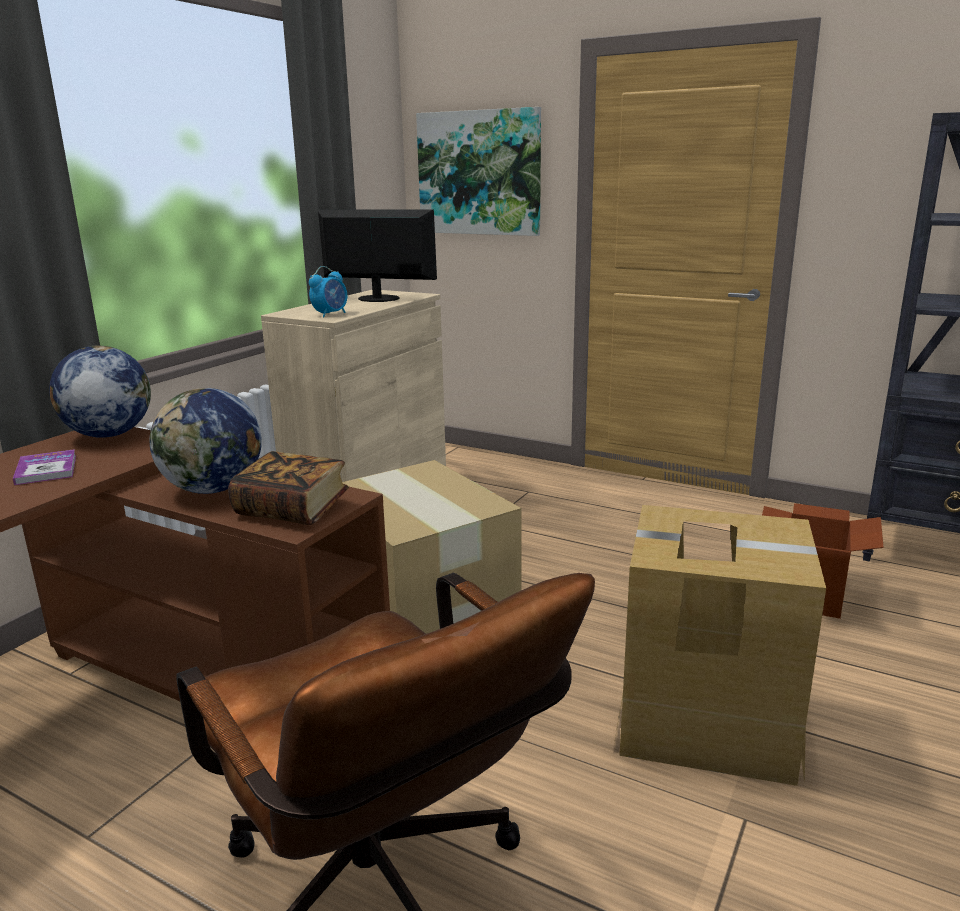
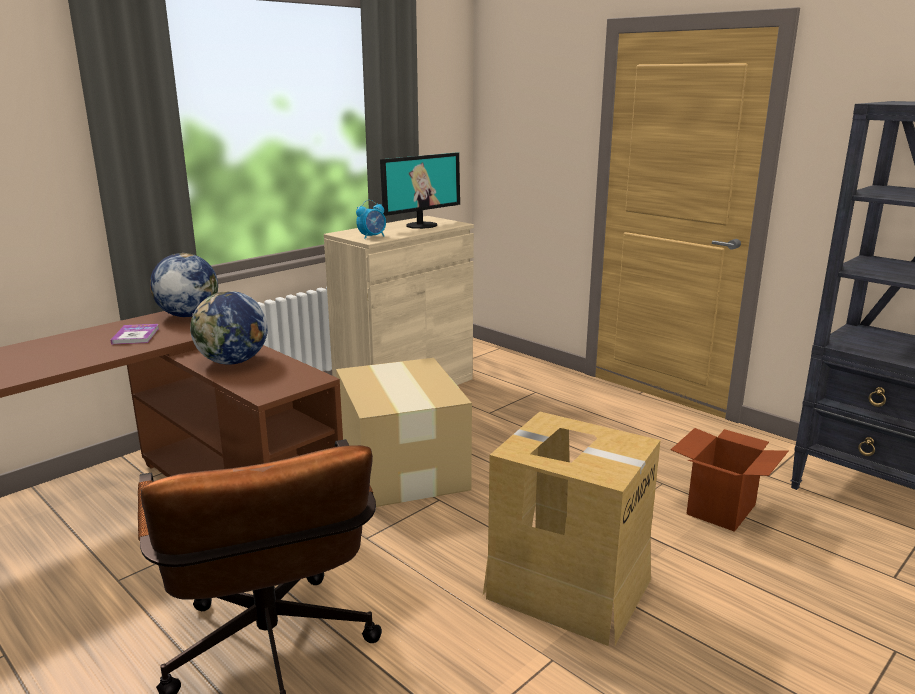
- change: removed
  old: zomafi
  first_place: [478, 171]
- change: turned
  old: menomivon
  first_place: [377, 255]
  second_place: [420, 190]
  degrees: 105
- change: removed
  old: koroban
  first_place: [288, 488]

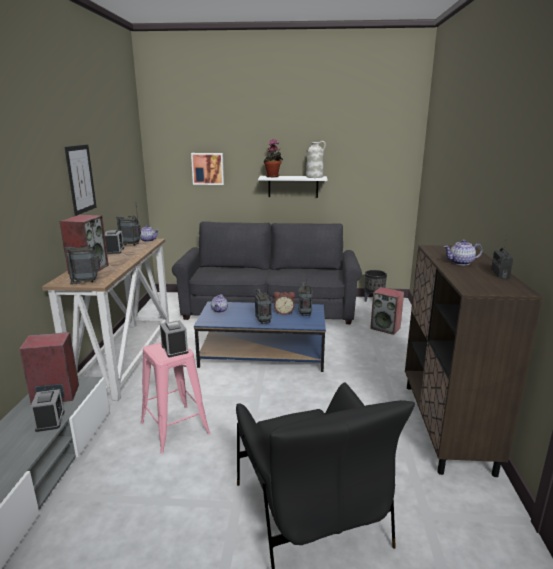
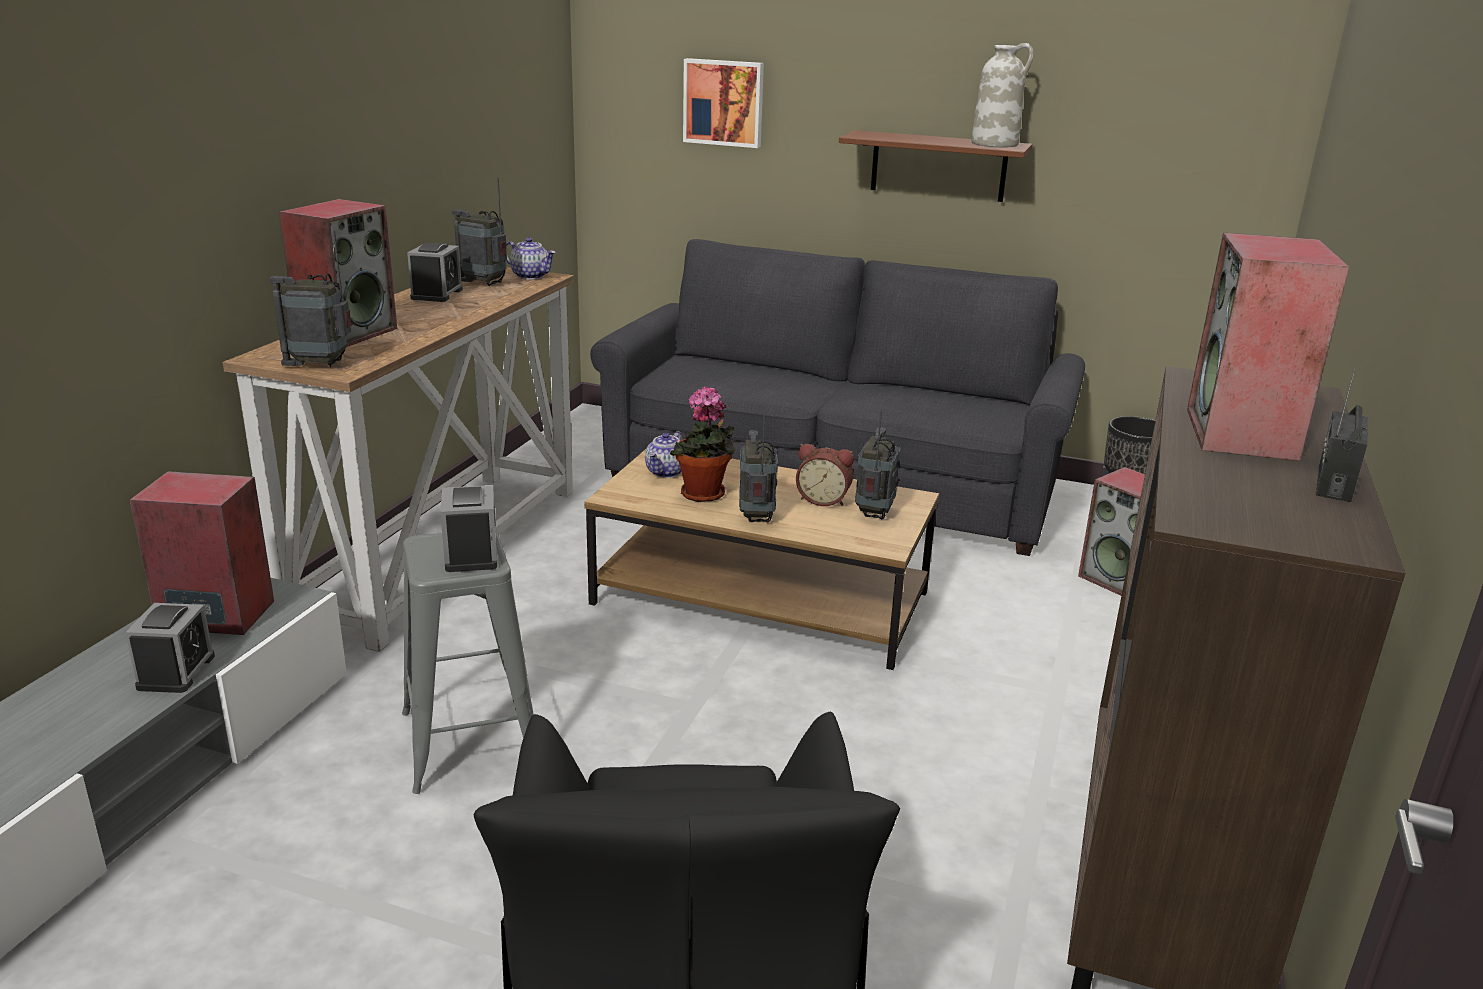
- change: moved
  old: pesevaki
  first_place: [273, 158]
  second_place: [702, 444]
- change: removed
  old: zomafi
  first_place: [81, 180]
- change: recoloured
  old: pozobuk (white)
  new: pozobuk (brown)
  first_place: [292, 187]
  second_place: [935, 166]
- change: replaced
  old: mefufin
  new: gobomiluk
  first_place: [463, 252]
  second_place: [1268, 347]
- change: recoloured
  old: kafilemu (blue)
  new: kafilemu (brown)
  first_place: [260, 337]
  second_place: [761, 559]
- change: recoloured
  old: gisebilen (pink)
  new: gisebilen (grey)
  first_place: [175, 397]
  second_place: [468, 662]

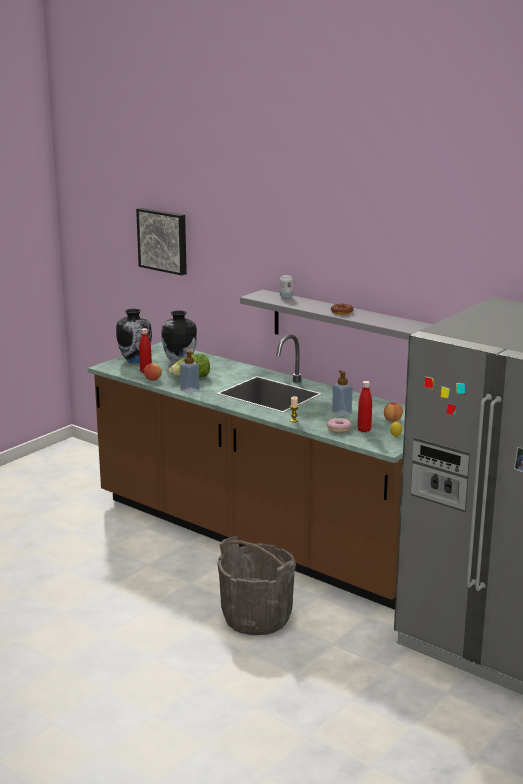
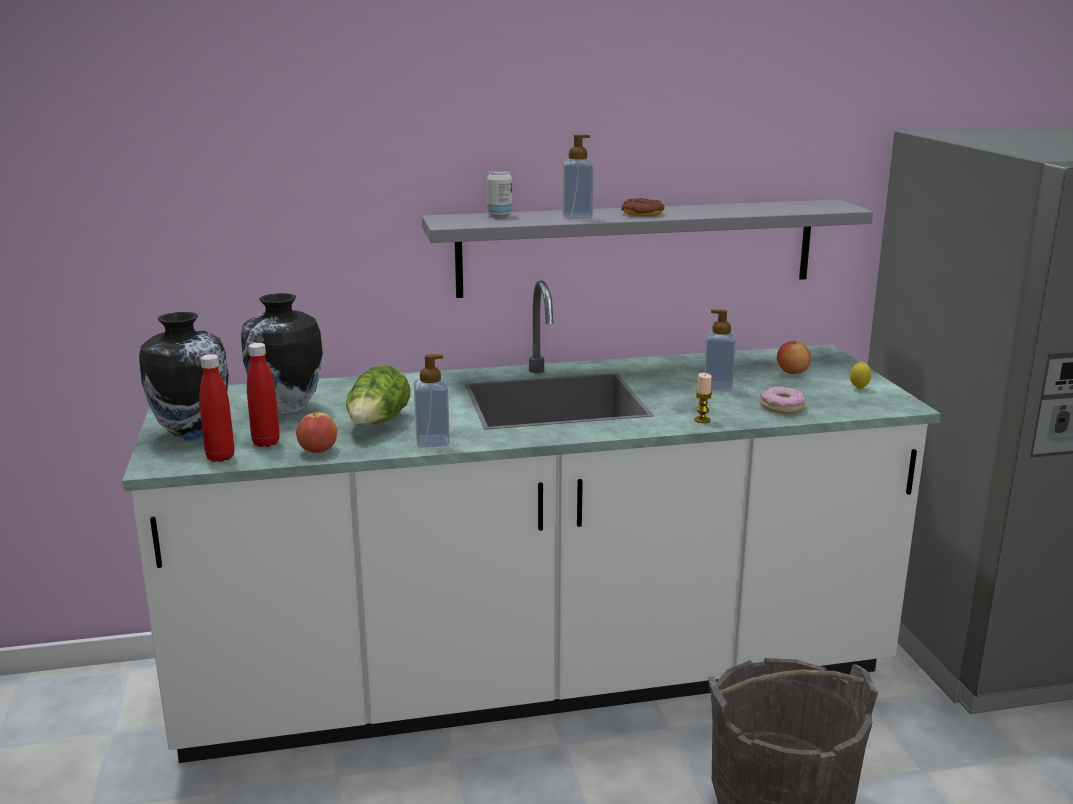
- change: removed
  old: zomafi
  first_place: [161, 241]
- change: recoloured
  old: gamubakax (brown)
  new: gamubakax (white)
  first_place: [246, 472]
  second_place: [531, 522]
- change: moved
  old: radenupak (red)
  first_place: [365, 406]
  second_place: [216, 408]
- change: added
  new: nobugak
  second_place: [578, 177]

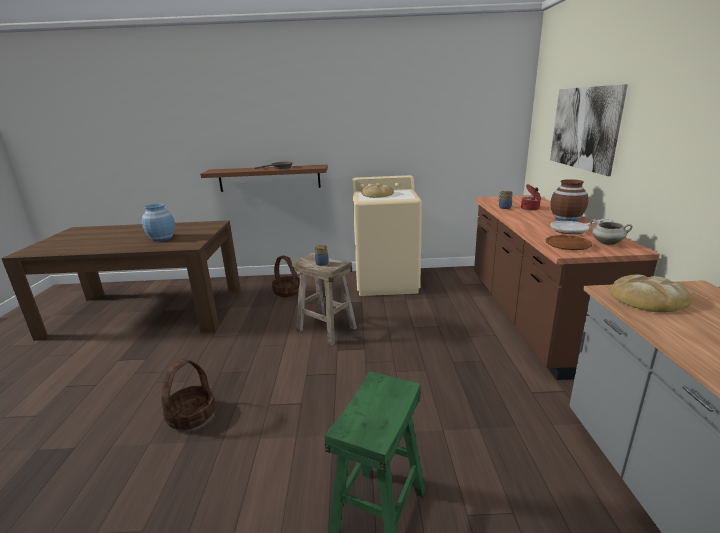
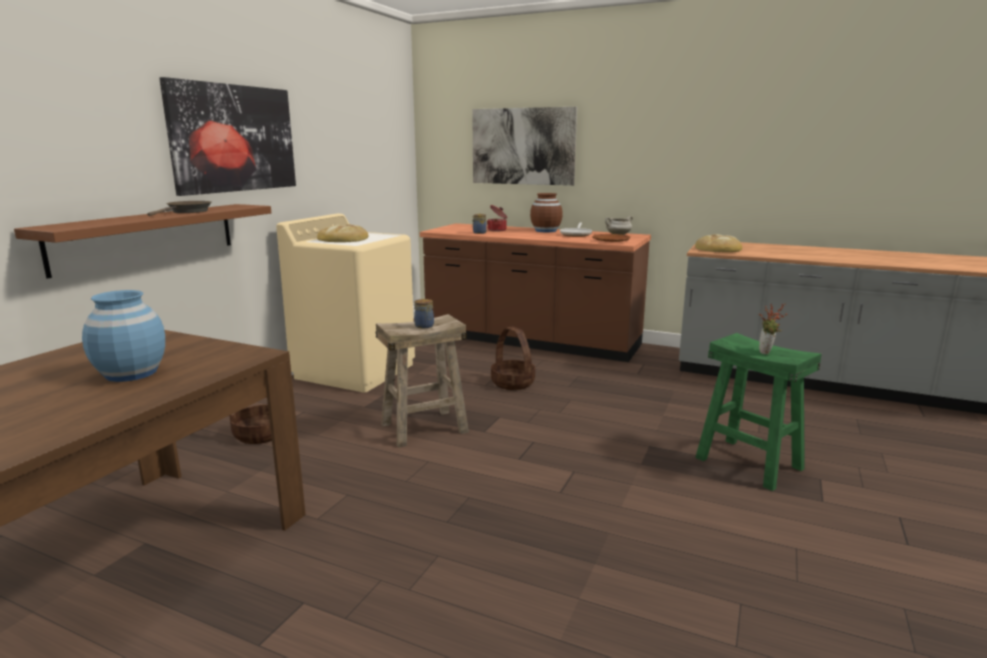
- change: moved
  old: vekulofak
  first_place: [188, 394]
  second_place: [513, 358]
- change: added
  new: zomafi
  second_place: [227, 136]
- change: added
  new: pesevaki
  second_place: [773, 329]

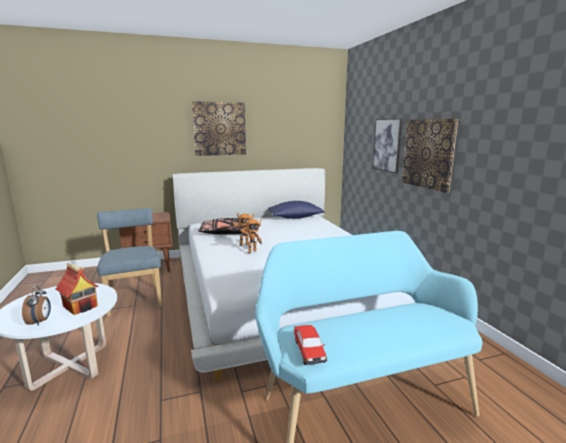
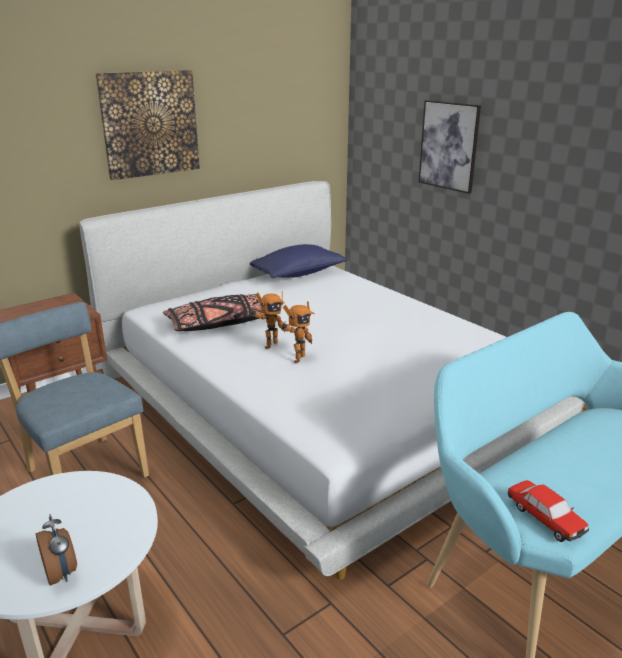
- change: removed
  old: zomafi
  first_place: [430, 156]
- change: removed
  old: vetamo
  first_place: [77, 289]

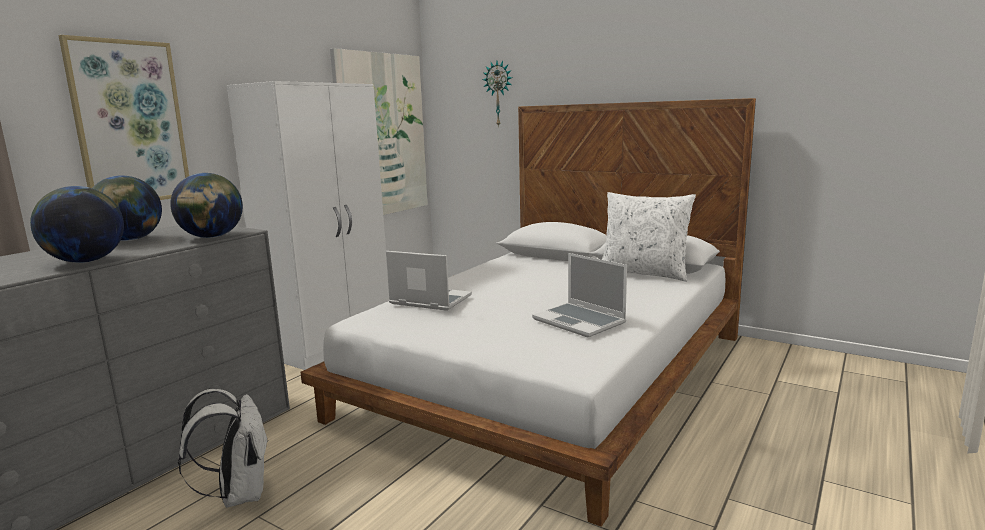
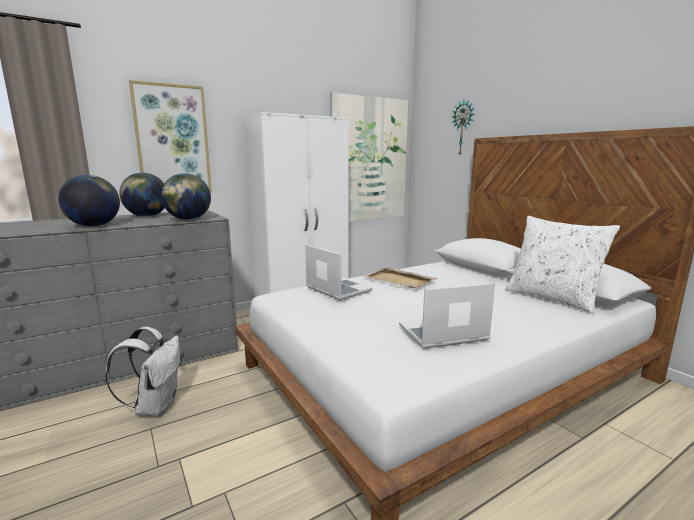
- change: turned
  old: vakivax
  first_place: [579, 295]
  second_place: [447, 315]
  degrees: 90
- change: added
  new: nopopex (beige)
  second_place: [400, 277]

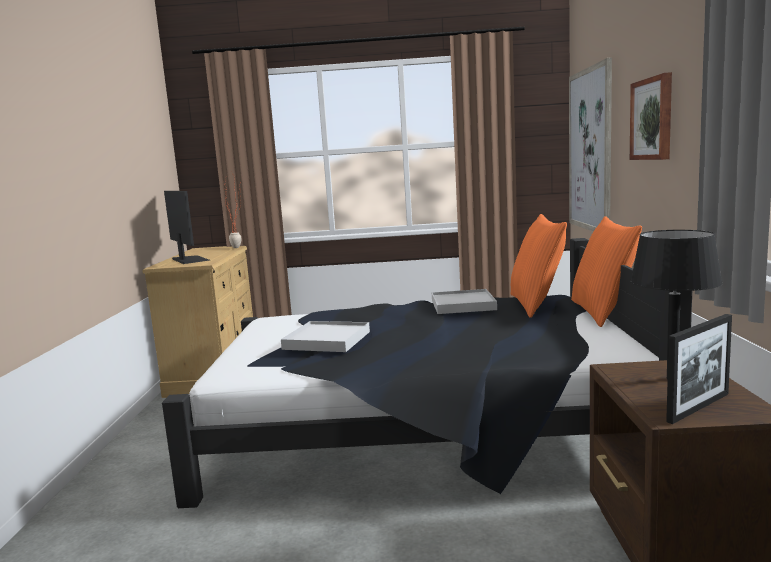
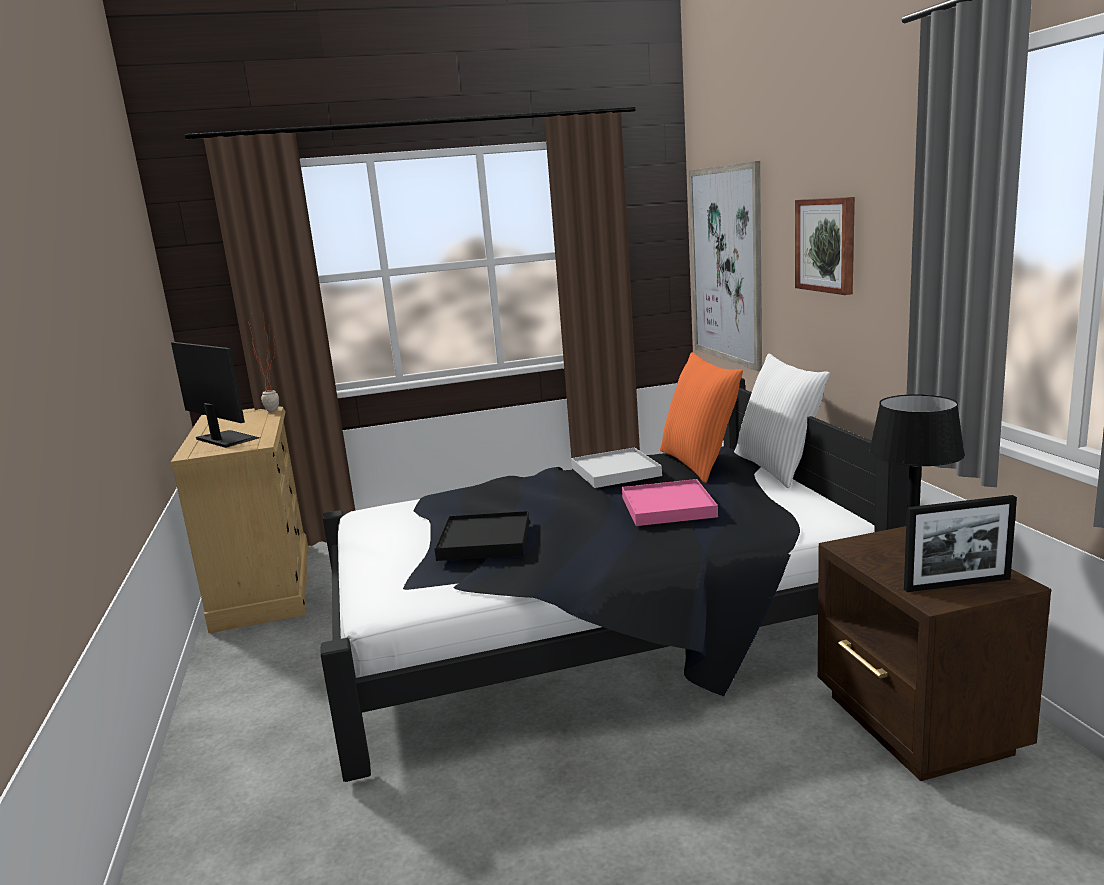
- change: recoloured
  old: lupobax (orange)
  new: lupobax (white)
  first_place: [606, 271]
  second_place: [782, 421]
- change: turned
  old: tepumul
  first_place: [699, 369]
  second_place: [960, 543]
  degrees: 45
- change: recoloured
  old: nopopex (white)
  new: nopopex (black)
  first_place: [325, 336]
  second_place: [481, 536]
- change: added
  new: nopopex (pink)
  second_place: [670, 502]

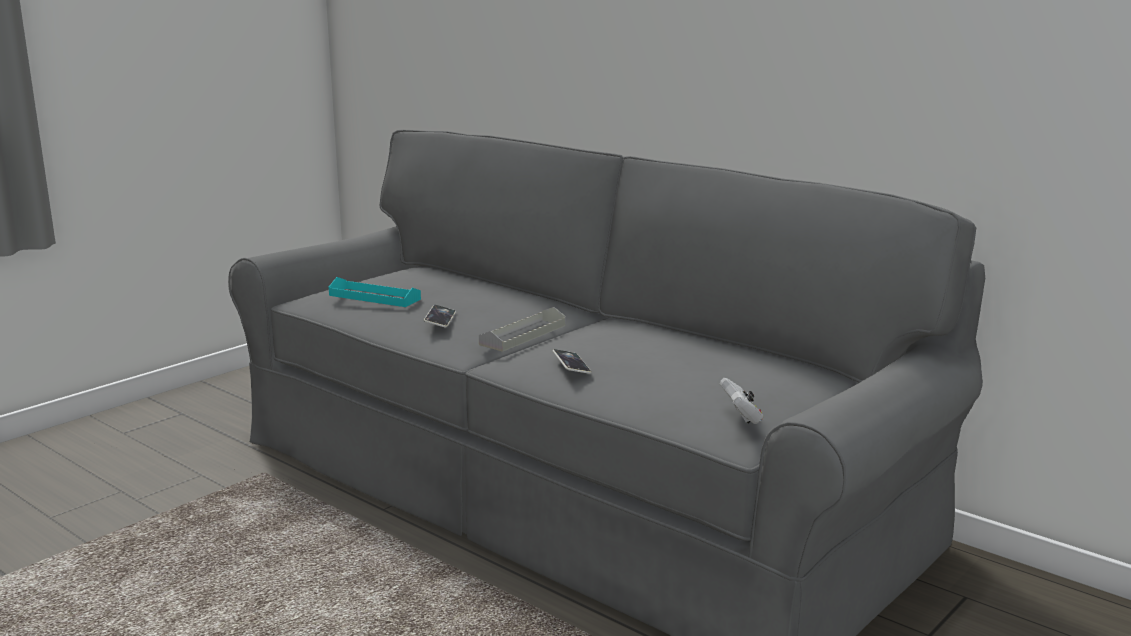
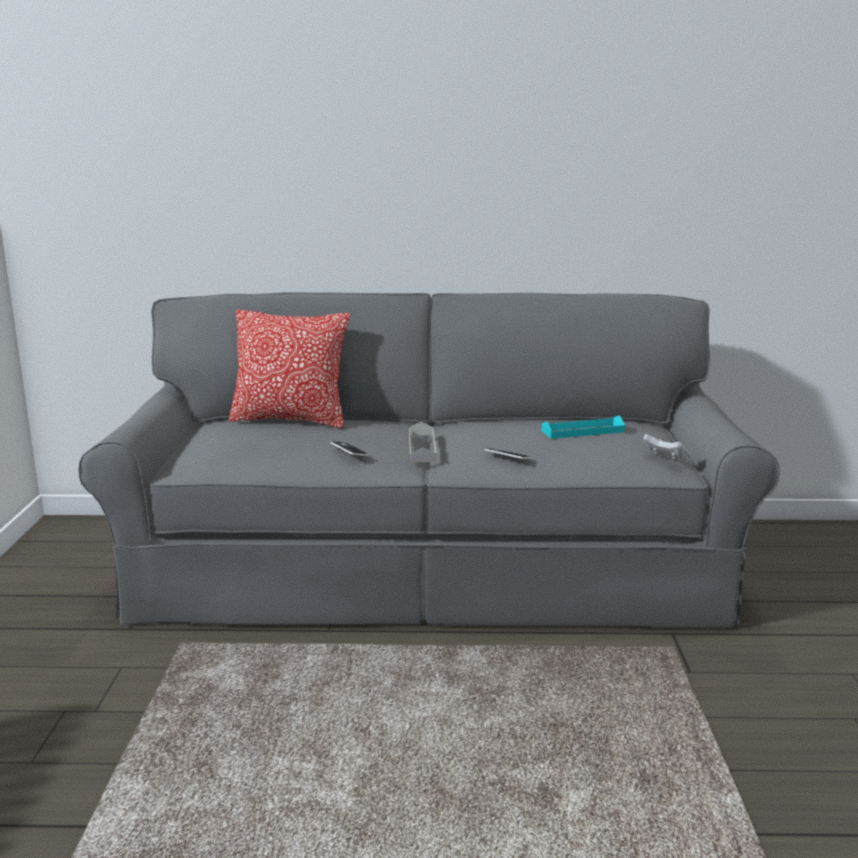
- change: moved
  old: nopopex (turquoise)
  first_place: [375, 292]
  second_place: [583, 427]
- change: added
  new: lupobax
  second_place: [289, 369]

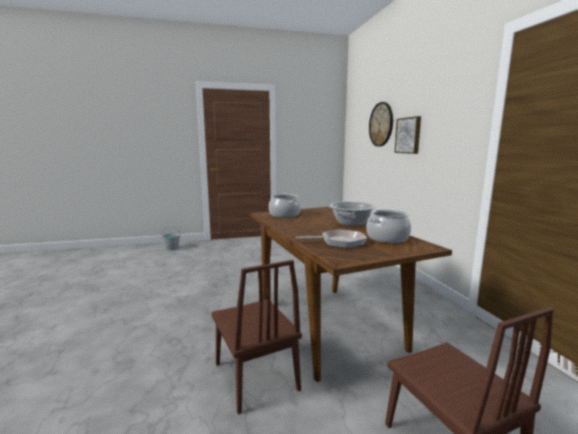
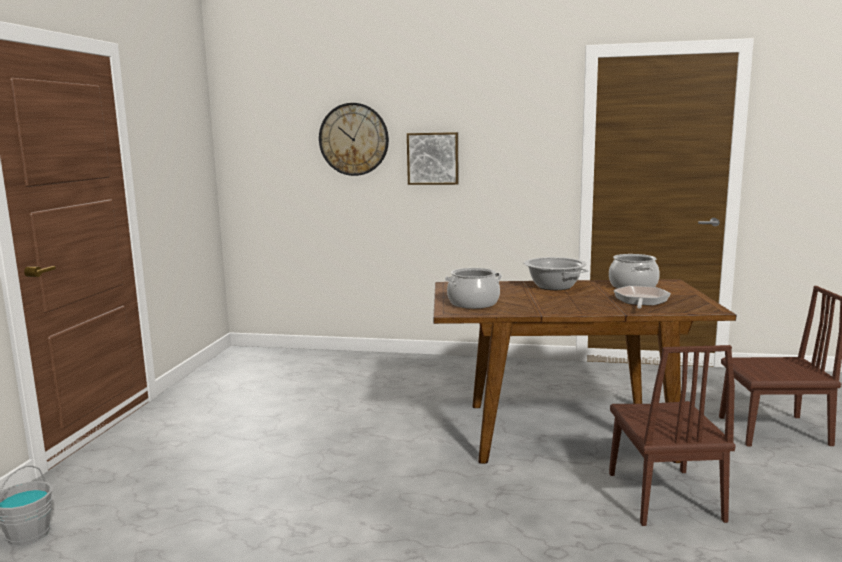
- change: turned
  old: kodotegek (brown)
  first_place: [256, 337]
  second_place: [672, 435]
  degrees: 90

